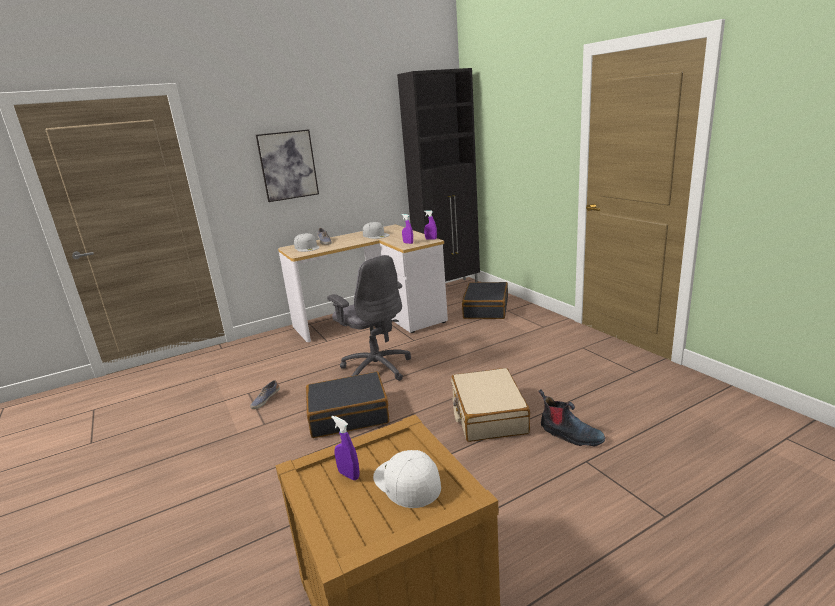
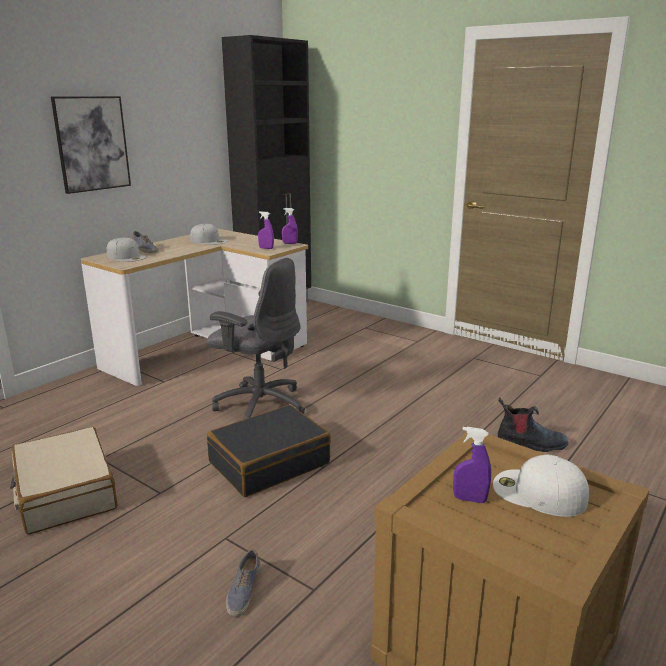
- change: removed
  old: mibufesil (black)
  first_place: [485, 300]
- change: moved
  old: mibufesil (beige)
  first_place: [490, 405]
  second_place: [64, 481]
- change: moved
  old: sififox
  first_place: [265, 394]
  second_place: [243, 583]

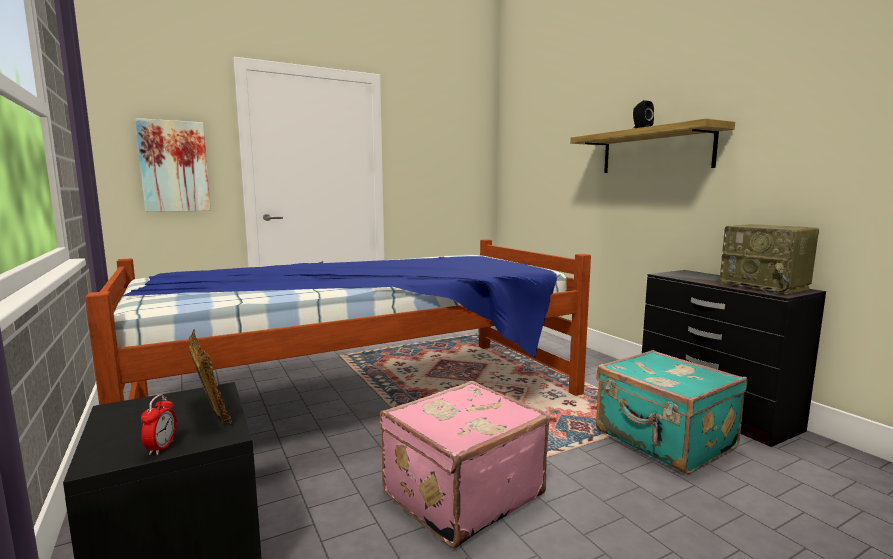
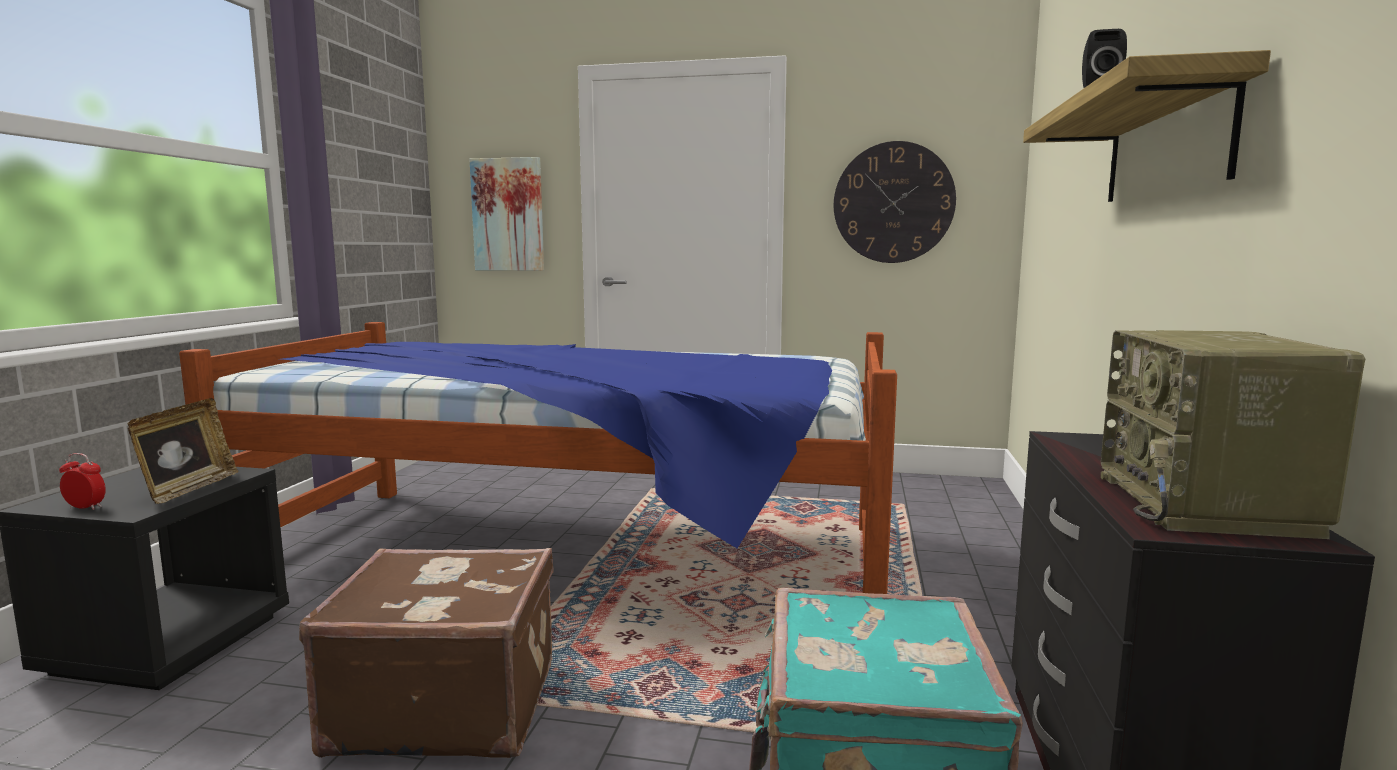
- change: recoloured
  old: mibufesil (pink)
  new: mibufesil (brown)
  first_place: [465, 464]
  second_place: [426, 653]
- change: turned
  old: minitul
  first_place: [159, 424]
  second_place: [82, 481]
  degrees: -120
- change: added
  new: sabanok
  second_place: [895, 202]

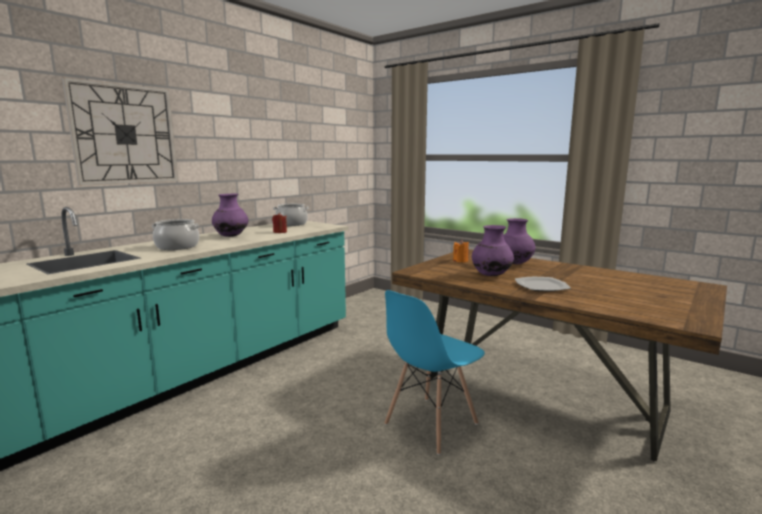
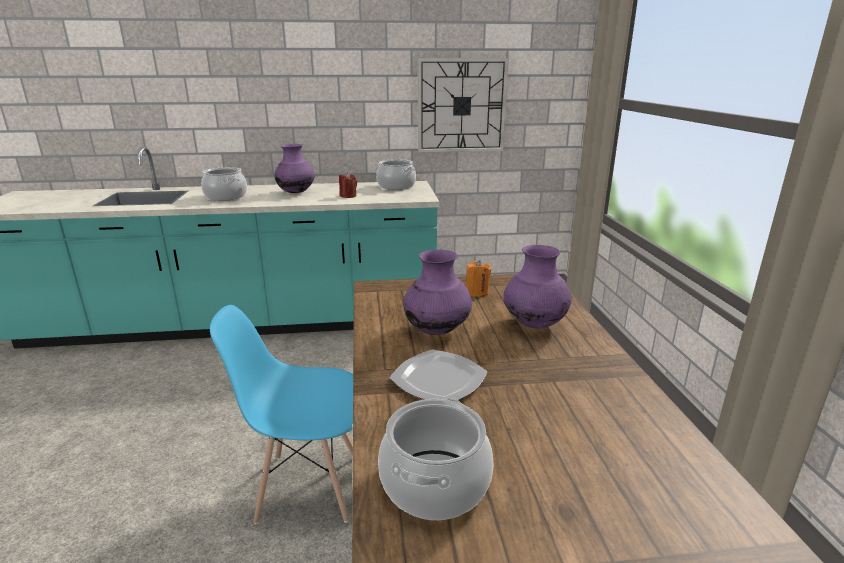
- change: moved
  old: sabanok
  first_place: [120, 131]
  second_place: [463, 105]
- change: added
  new: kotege
  second_place: [436, 459]

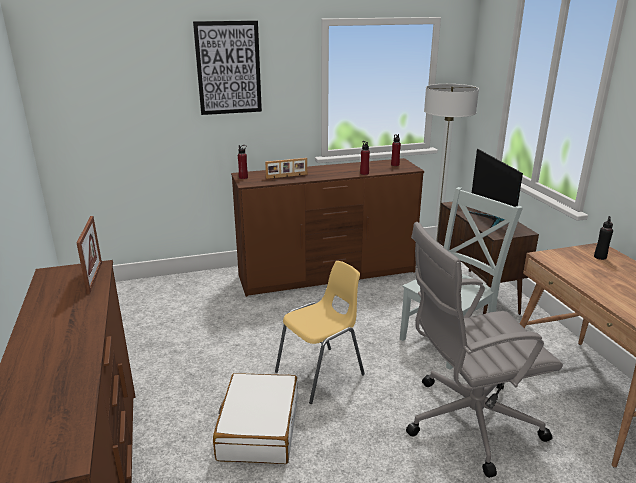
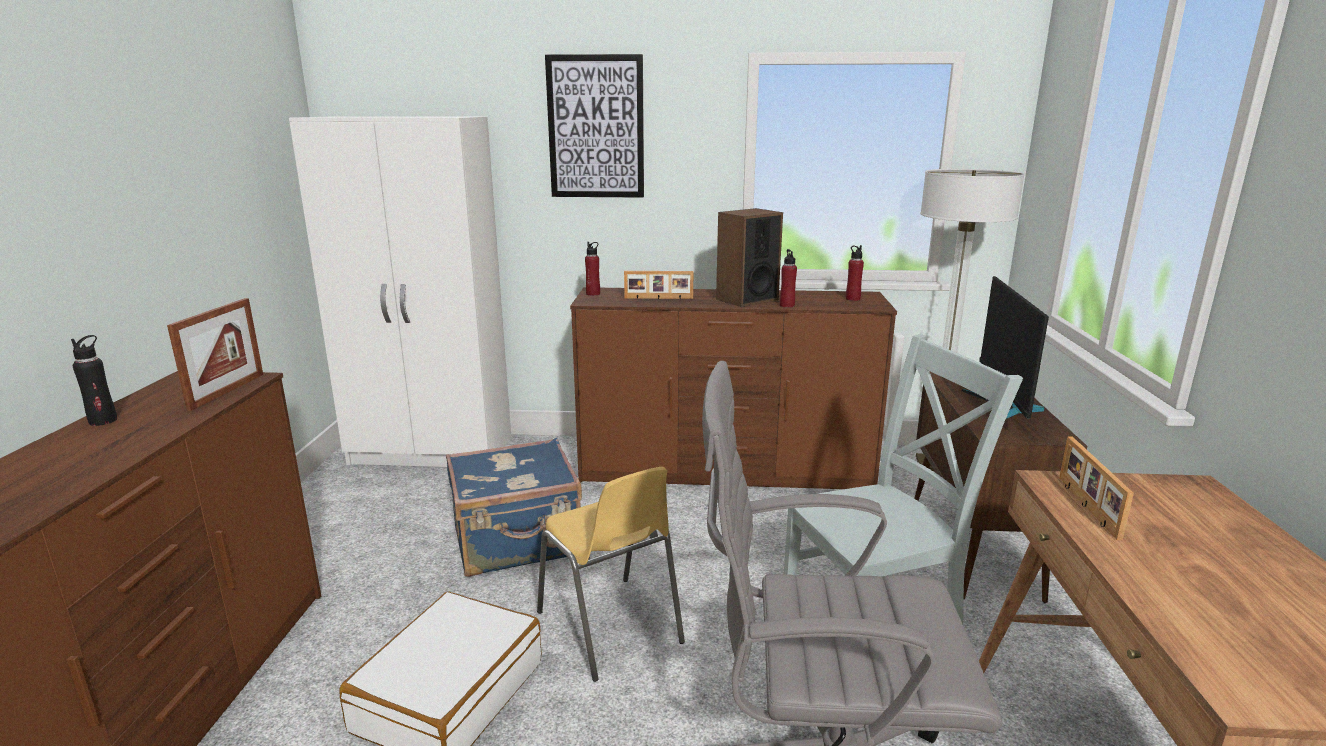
- change: moved
  old: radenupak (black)
  first_place: [603, 238]
  second_place: [94, 380]
- change: turned
  old: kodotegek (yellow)
  first_place: [320, 332]
  second_place: [611, 574]
  degrees: 75
- change: added
  new: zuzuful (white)
  second_place: [400, 291]
- change: added
  new: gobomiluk
  second_place: [749, 257]
- change: added
  new: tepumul
  second_place: [1096, 488]
- change: added
  new: mibufesil (blue)
  second_place: [514, 507]

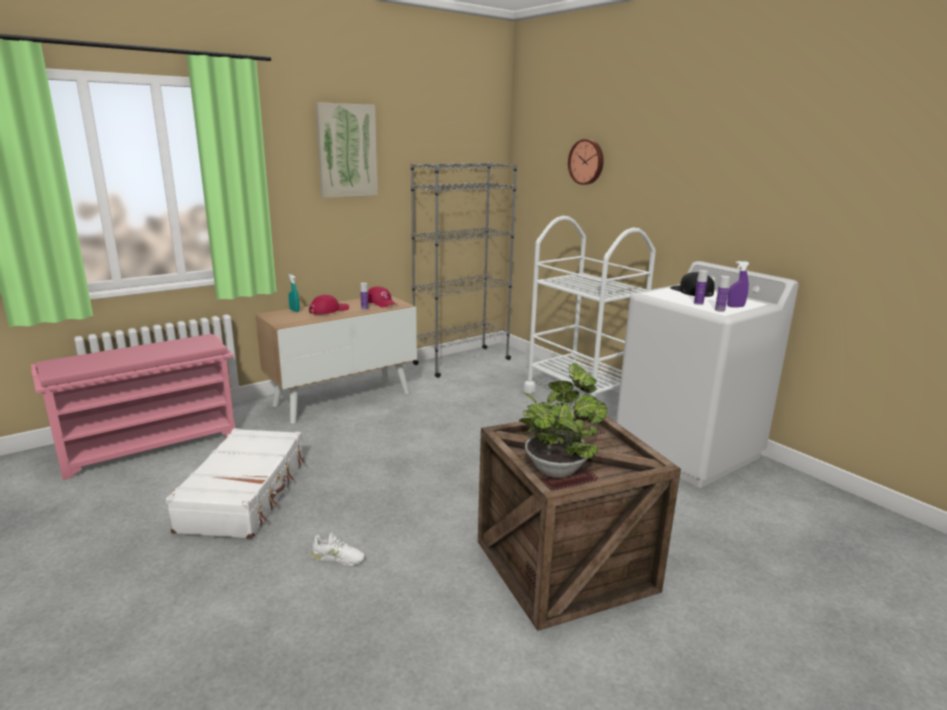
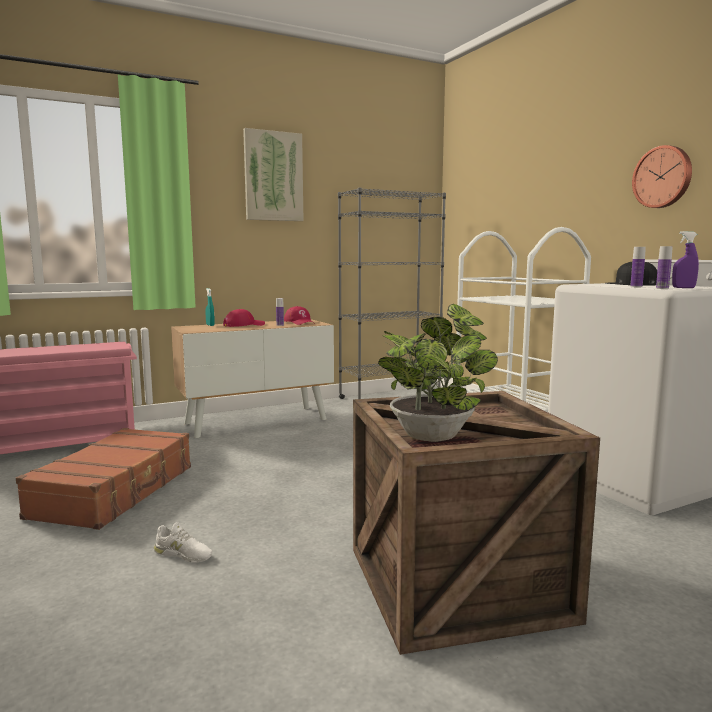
- change: moved
  old: sabanok
  first_place: [586, 162]
  second_place: [662, 176]
- change: recoloured
  old: mibufesil (white)
  new: mibufesil (brown)
  first_place: [235, 483]
  second_place: [103, 479]

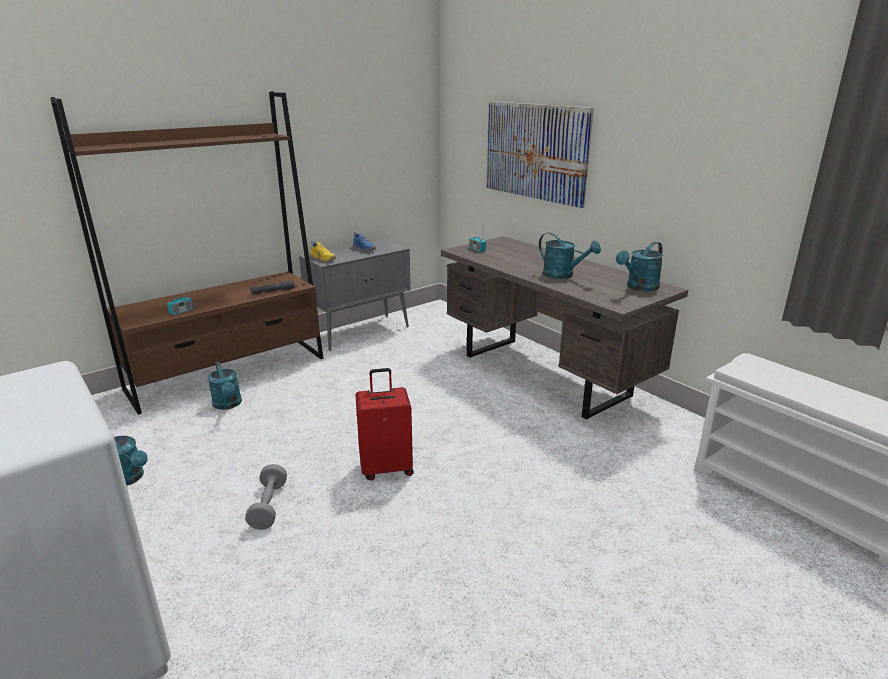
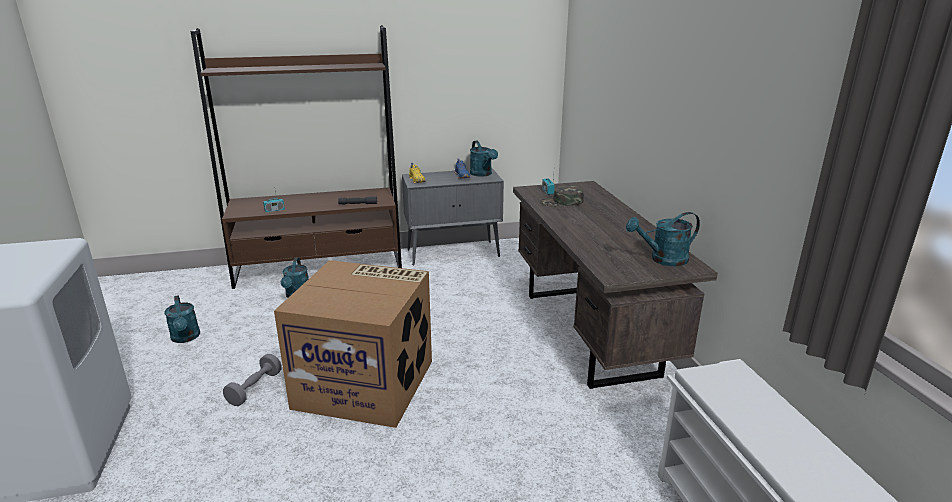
- change: removed
  old: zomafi
  first_place: [540, 154]
- change: moved
  old: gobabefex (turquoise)
  first_place: [570, 256]
  second_place: [484, 158]
- change: replaced
  old: mibufesil (red)
  new: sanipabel
  first_place: [384, 424]
  second_place: [353, 344]
- change: added
  new: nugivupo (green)
  second_place: [562, 195]

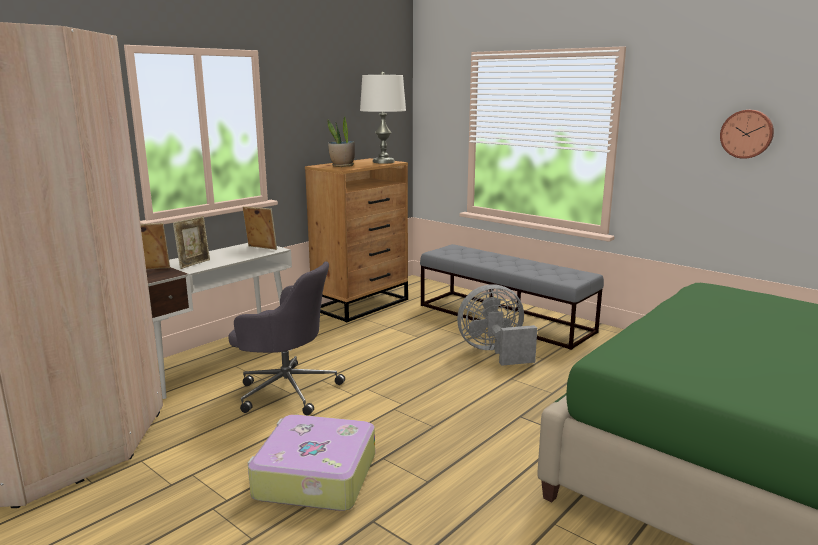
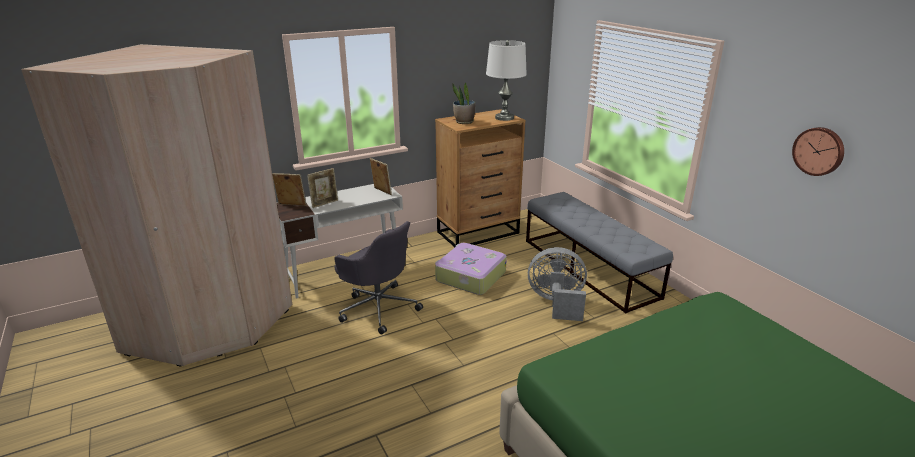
- change: moved
  old: mibufesil
  first_place: [311, 462]
  second_place: [471, 269]

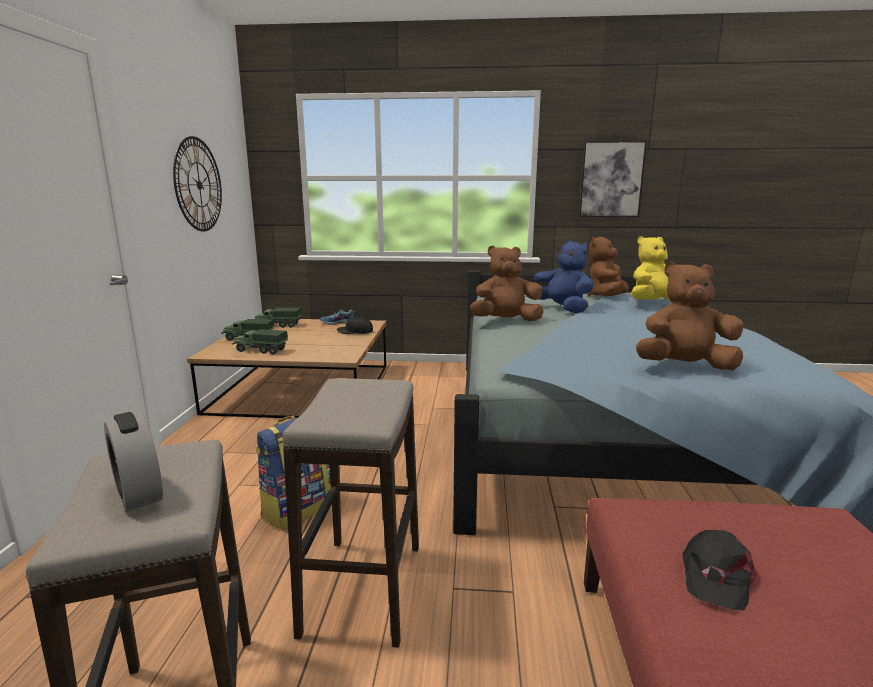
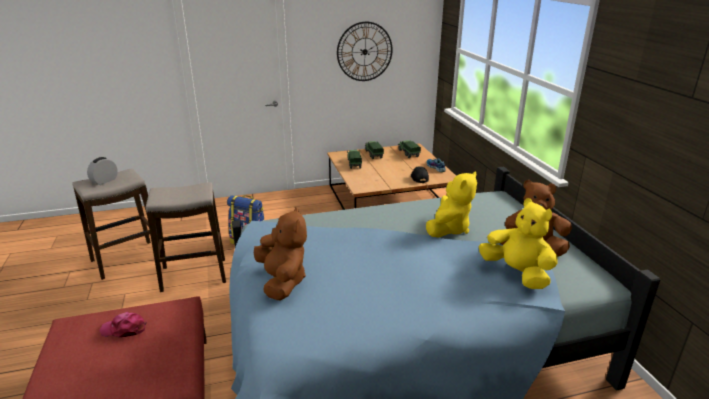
- change: removed
  old: zomafi
  first_place: [613, 179]
- change: recoloured
  old: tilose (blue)
  new: tilose (yellow)
  first_place: [564, 276]
  second_place: [451, 204]
- change: removed
  old: tilose (brown)
  first_place: [507, 283]
- change: recoloured
  old: nugivupo (black)
  new: nugivupo (pink)
  first_place: [719, 570]
  second_place: [123, 324]

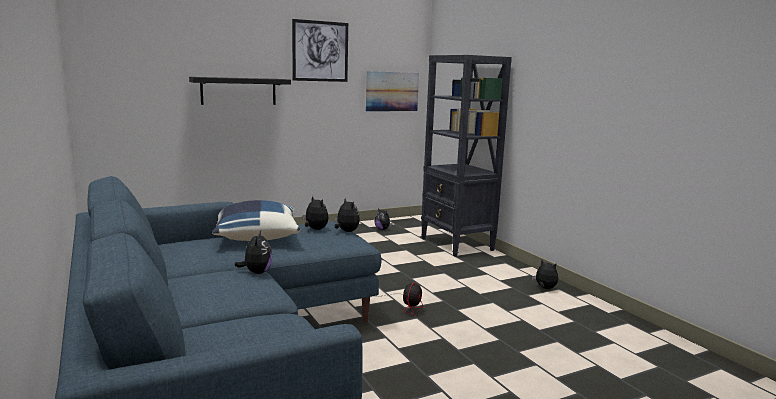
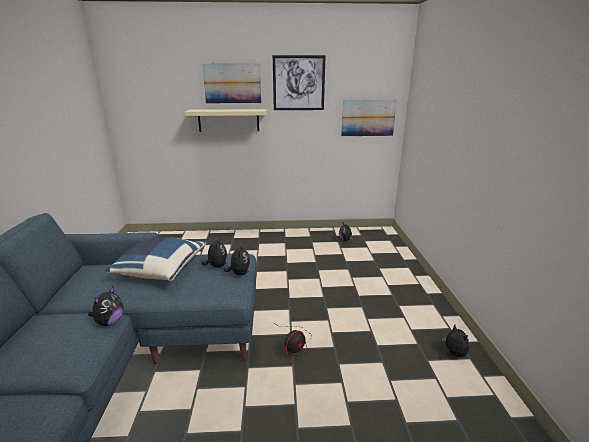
- change: removed
  old: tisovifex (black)
  first_place: [466, 155]
- change: recoloured
  old: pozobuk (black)
  new: pozobuk (beige)
  first_place: [240, 91]
  second_place: [226, 120]
- change: added
  new: zomafi
  second_place: [231, 83]

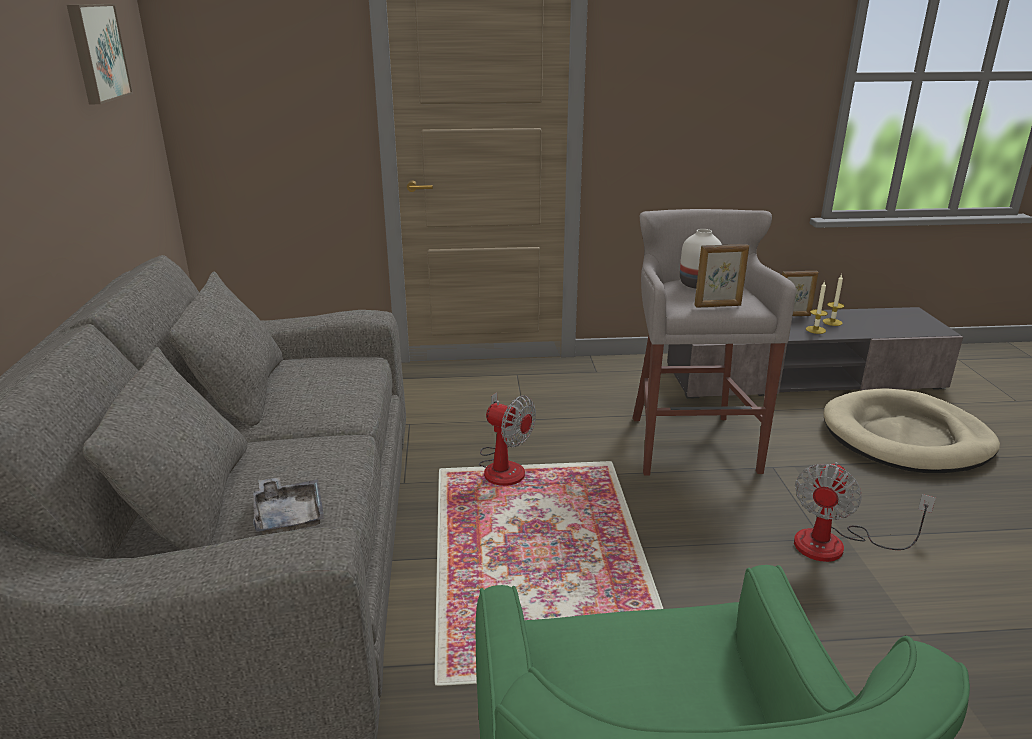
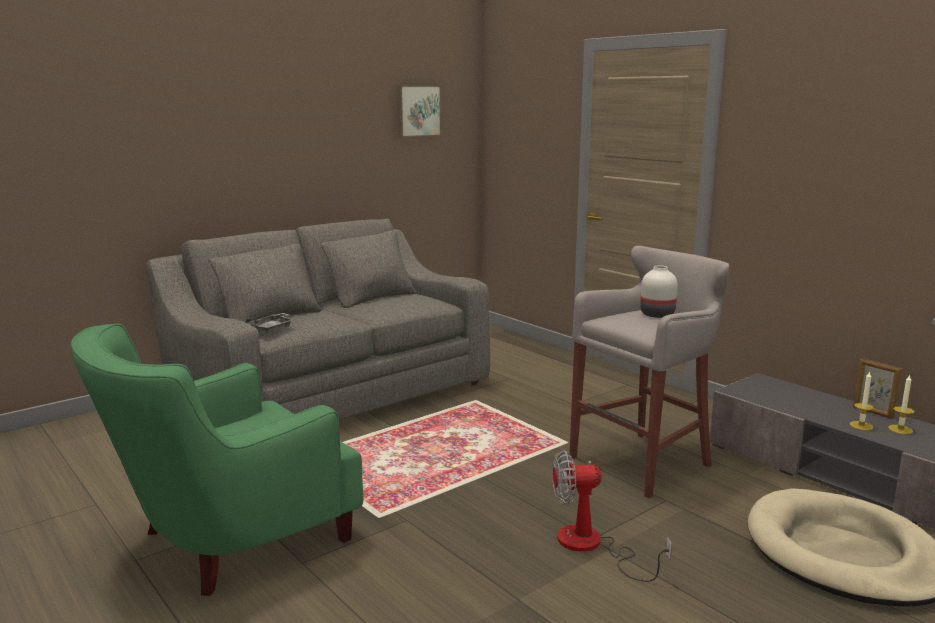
- change: removed
  old: tepumul
  first_place: [722, 276]
- change: removed
  old: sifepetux
  first_place: [507, 439]

